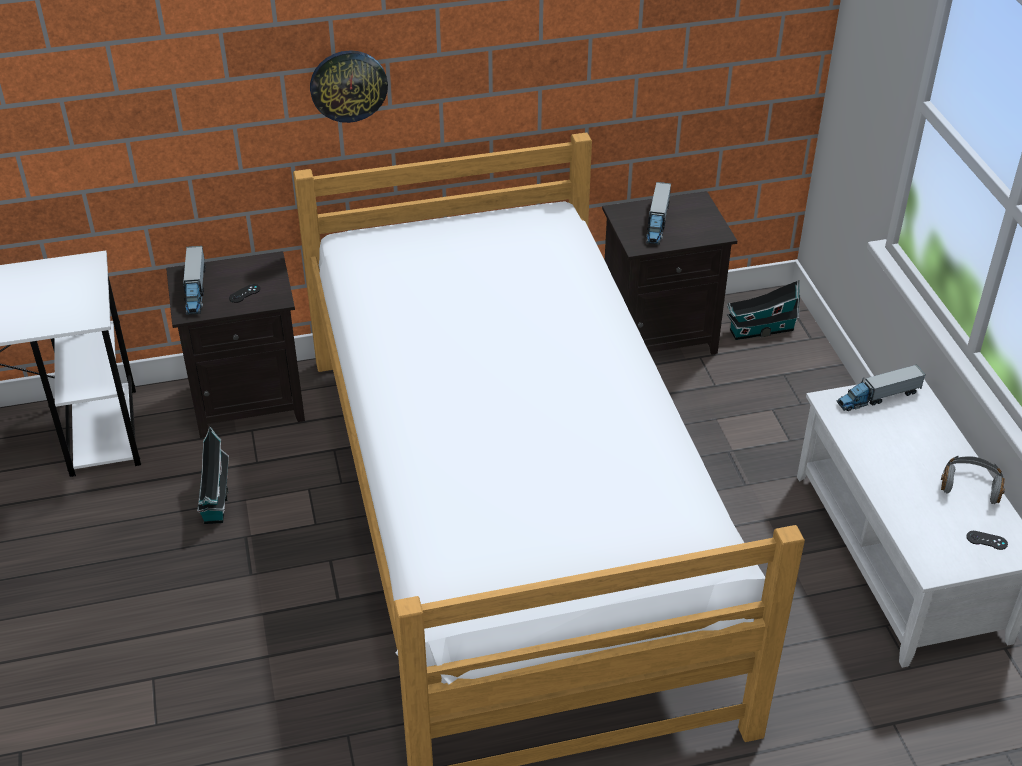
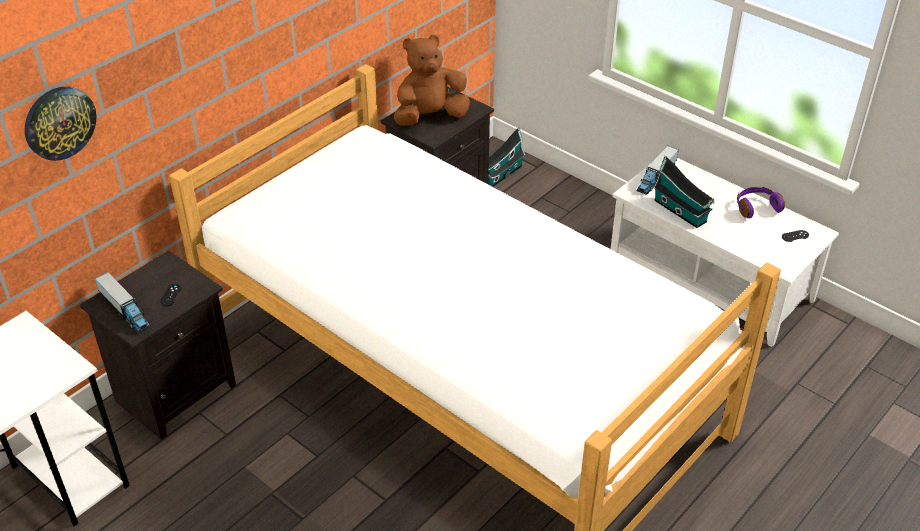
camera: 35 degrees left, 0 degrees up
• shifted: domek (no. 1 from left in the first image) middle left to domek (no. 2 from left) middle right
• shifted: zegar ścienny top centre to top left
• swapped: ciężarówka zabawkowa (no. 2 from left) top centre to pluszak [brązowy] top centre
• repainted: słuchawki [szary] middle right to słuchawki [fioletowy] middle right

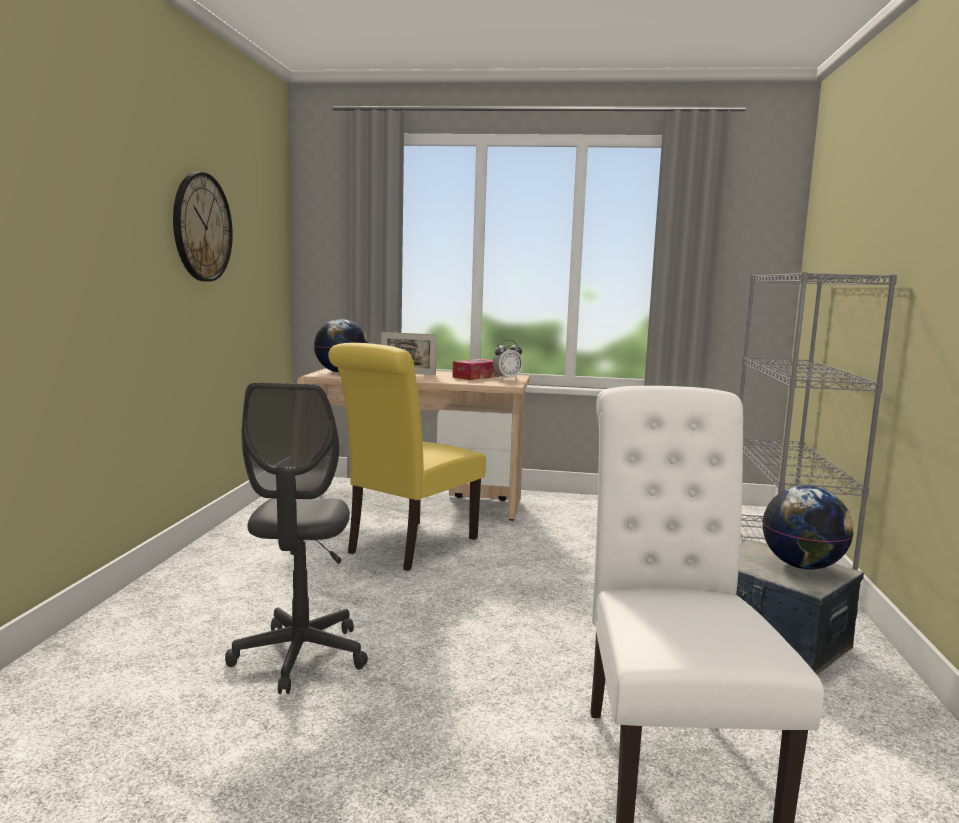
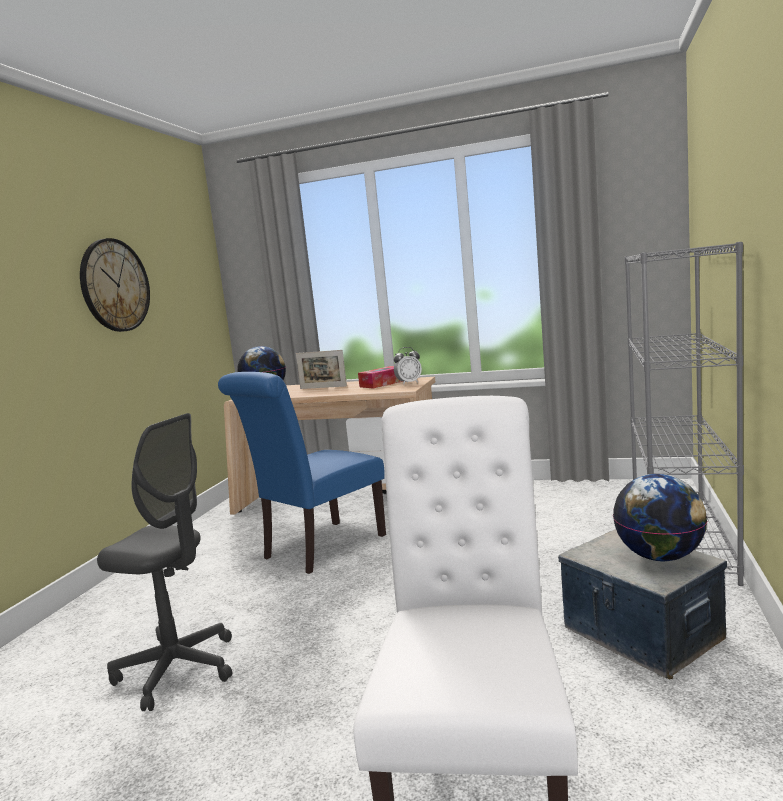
camera: 10 degrees right, 0 degrees up
• repainted: krzesło [żółty] centre to krzesło [niebieski] centre
• rotated: krzesło biurowe [szary] middle left = bottom left 75 degrees counterclockwise

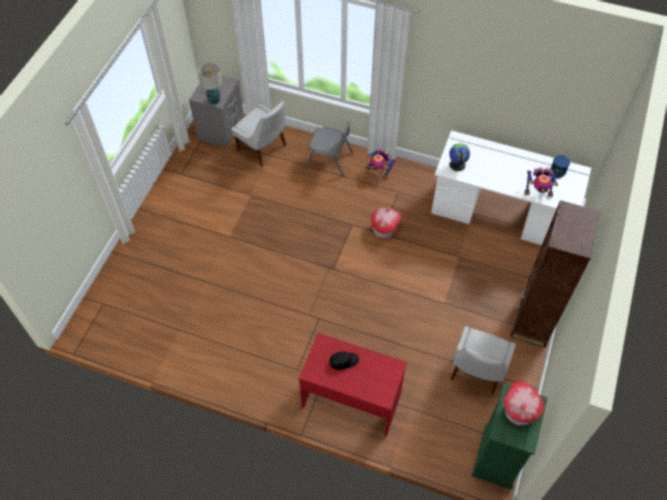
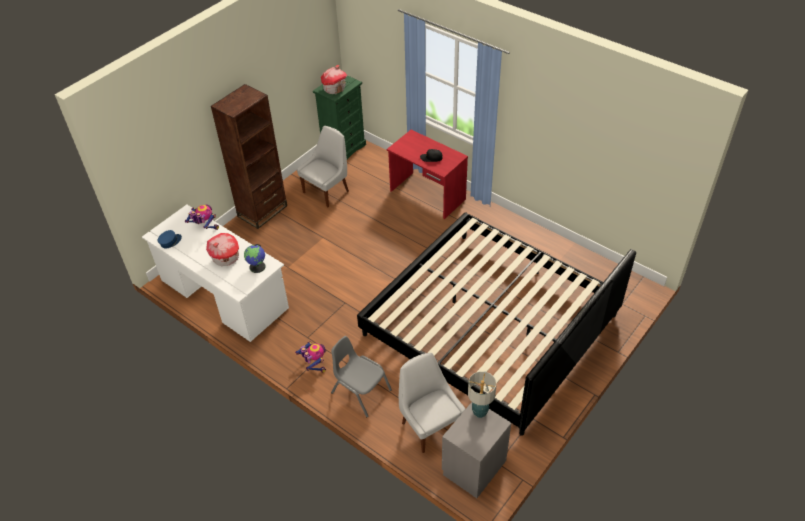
camera: 160 degrees left, 10 degrees down
• new: łóżko centre
• shifted: domek (no. 1 from left) centre to middle left

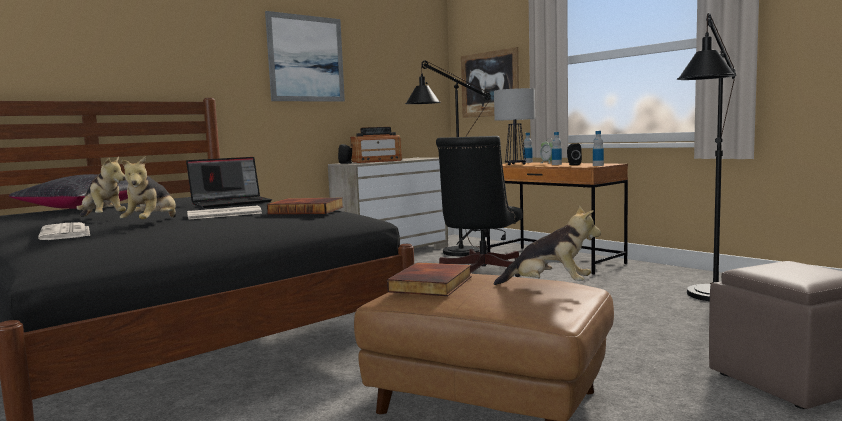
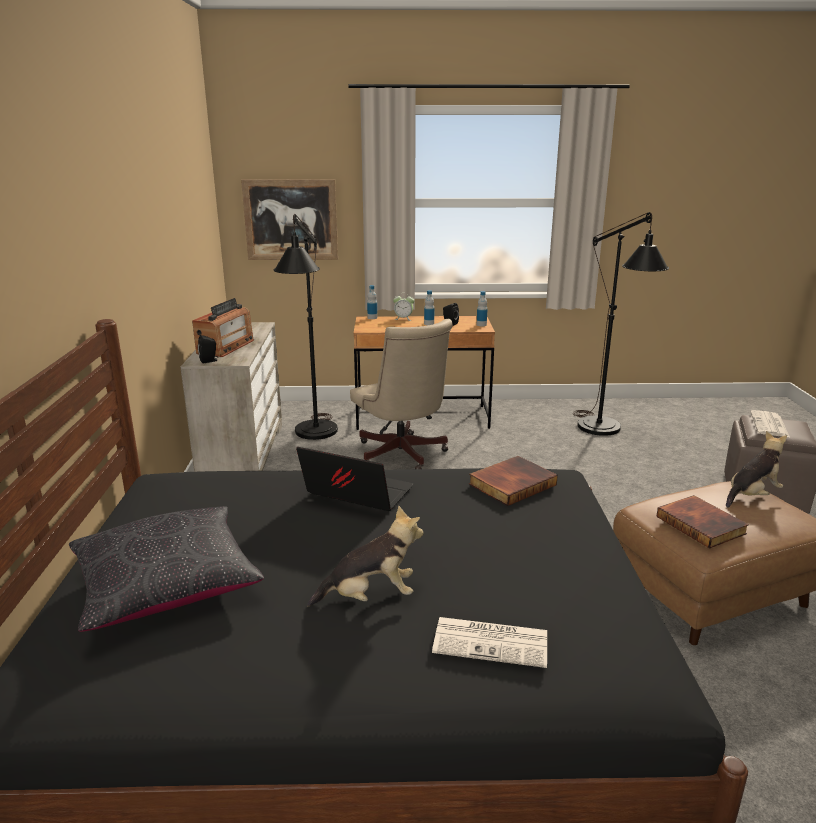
camera: 50 degrees left, 15 degrees up
• gone: pluszak (no. 2 from left) middle left
• gone: obraz (no. 1 from left) top centre
• gone: lampa stołowa top centre
• shifted: gazeta (no. 2 from left) middle left to middle right
• repainted: krzesło biurowe [czarny] centre to krzesło biurowe [beżowy] centre
• rotated: laptop middle left = centre 75 degrees counterclockwise

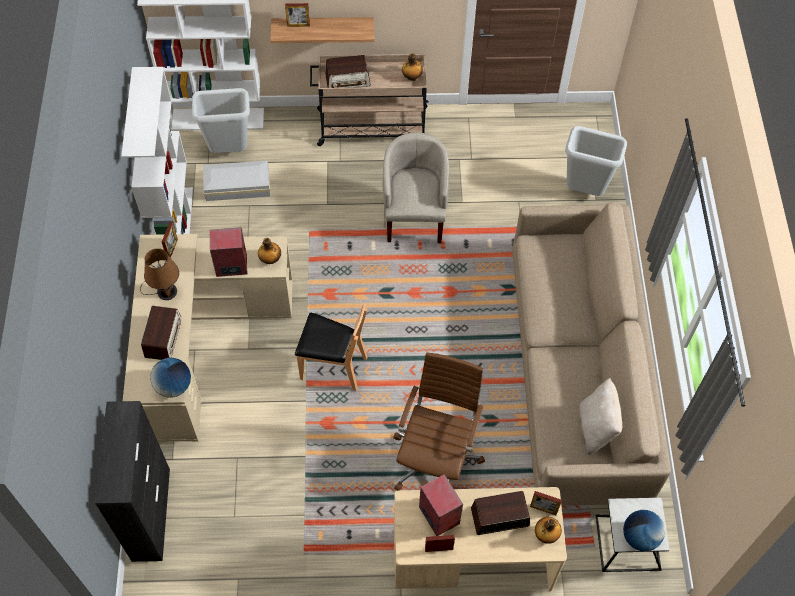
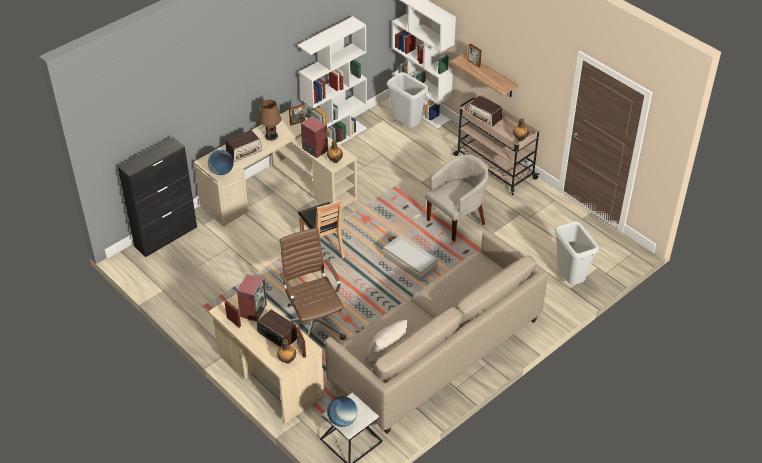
camera: 50 degrees right, 15 degrees down
• shifted: pojemnik do przechowywania [biały] top left to centre
• rotated: krzesło biurowe [brązowy] bottom centre = centre 90 degrees counterclockwise

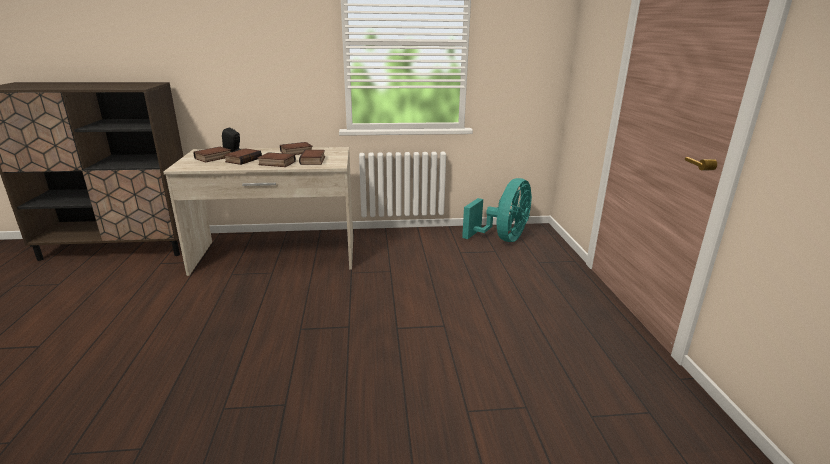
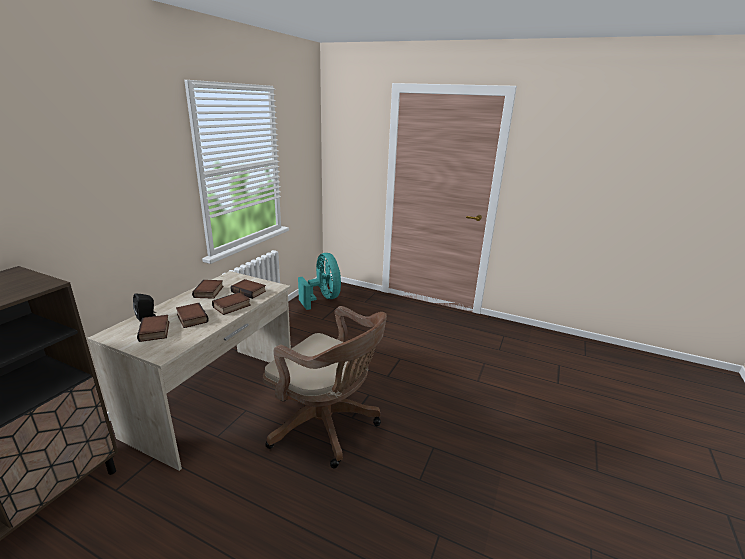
camera: 60 degrees left, 0 degrees up
• new: krzesło biurowe [brązowy] bottom centre

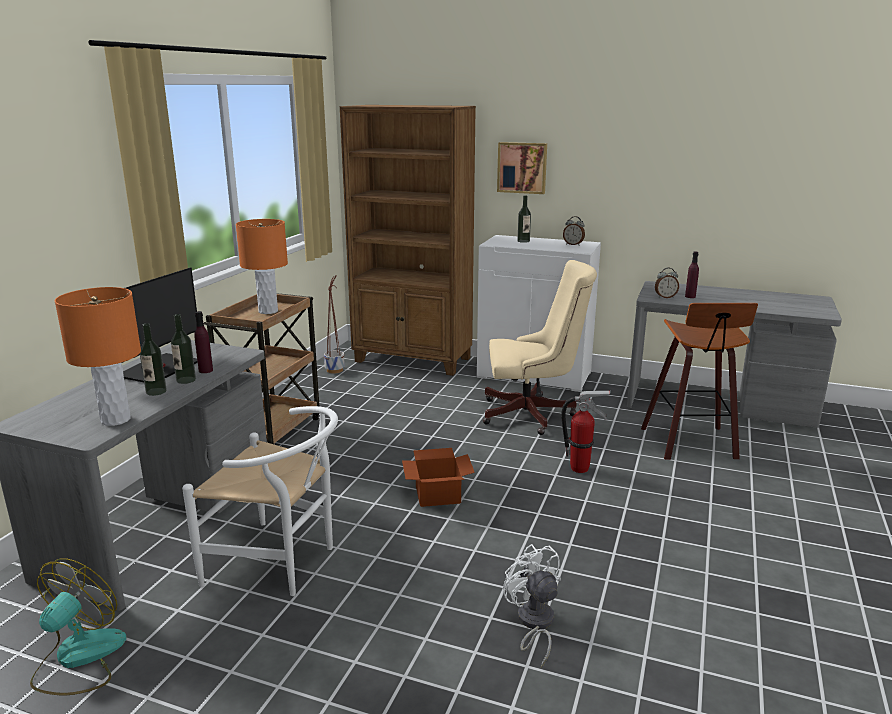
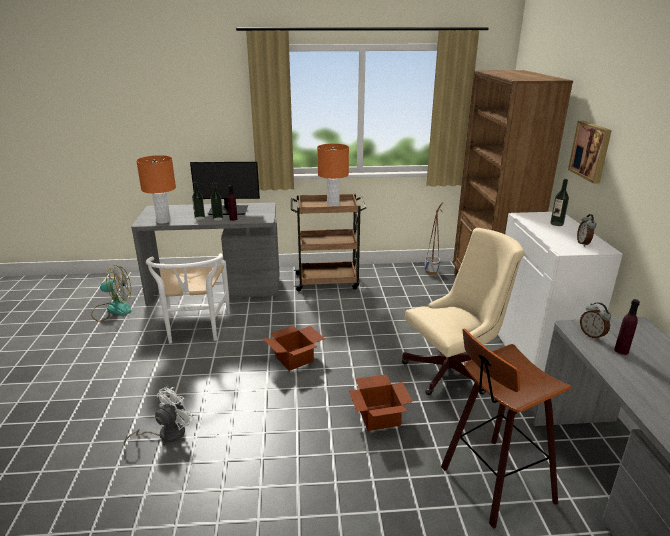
camera: 65 degrees right, 5 degrees up
• swapped: gaśnica centre to karton (no. 2 from left) bottom centre
• rotated: krzesło biurowe [beżowy] centre = middle right 90 degrees counterclockwise

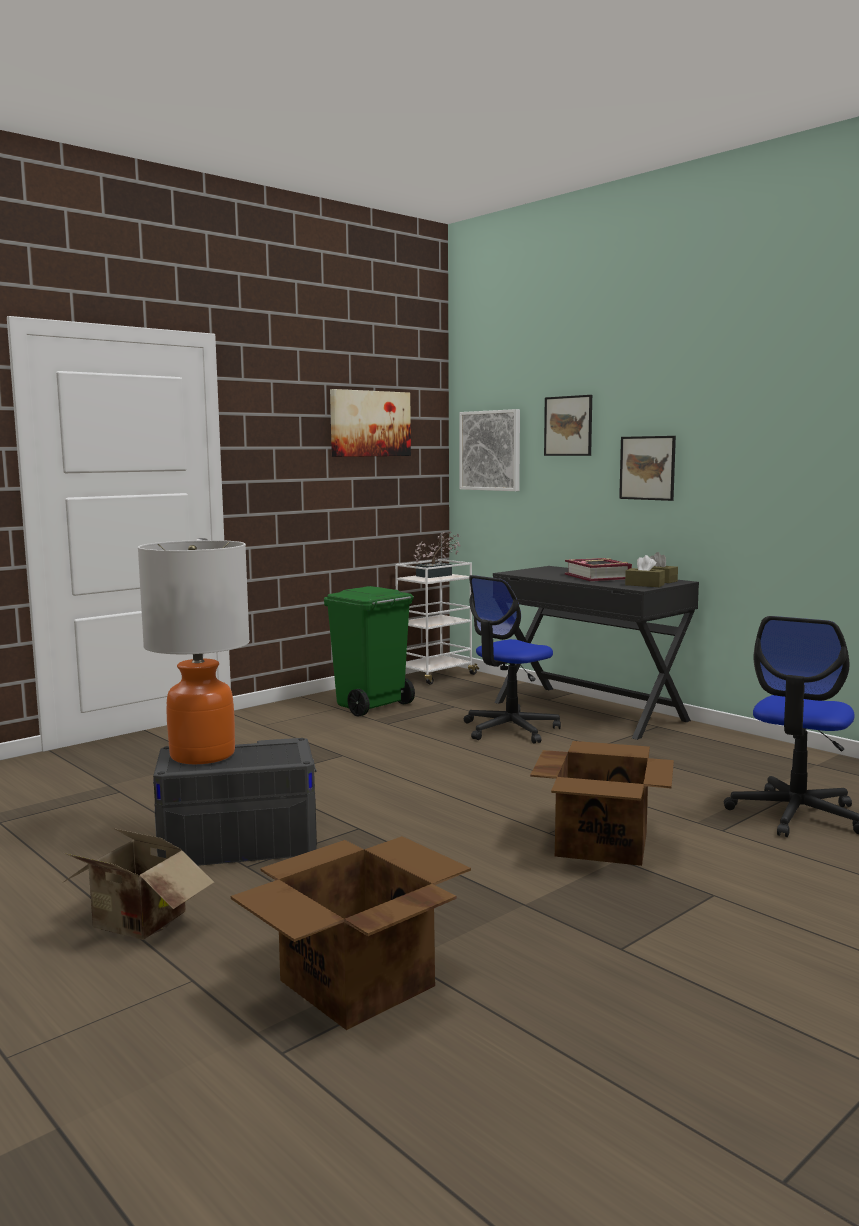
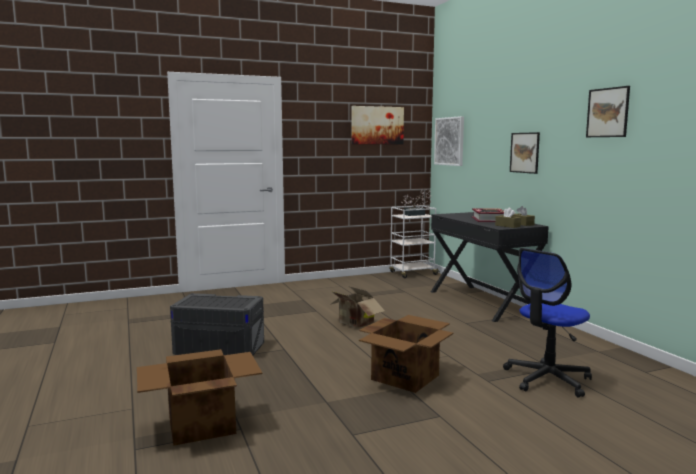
camera: 20 degrees right, 0 degrees up
• gone: lampa stołowa middle left
• gone: kosz na śmieci [zielony] centre
• gone: krzesło biurowe (no. 1 from left) centre
• shifted: karton (no. 1 from left in the first image) bottom left to karton (no. 2 from left) centre
• shifted: obraz (no. 3 from left in the first image) centre to obraz (no. 4 from left) top right

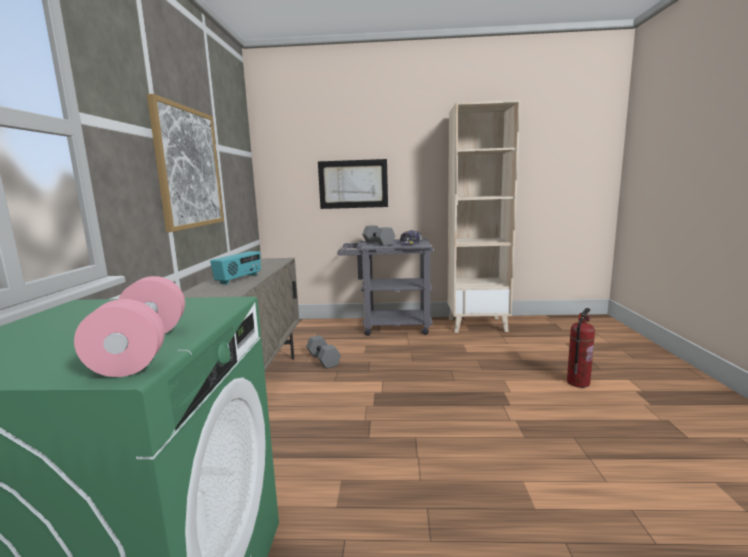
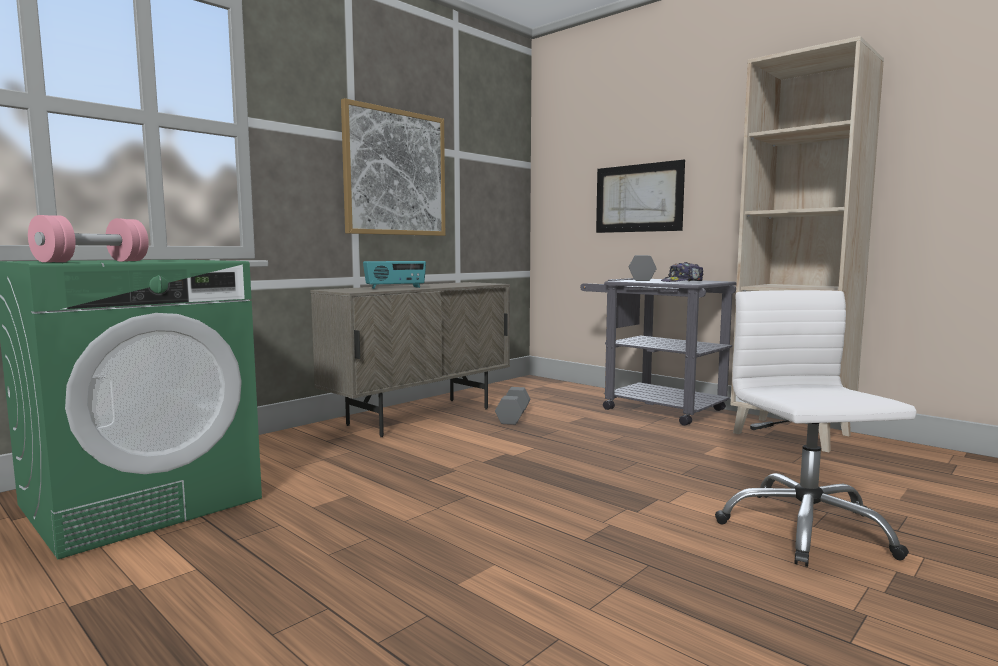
camera: 40 degrees right, 5 degrees down
• swapped: gaśnica middle right to krzesło biurowe [biały] middle right

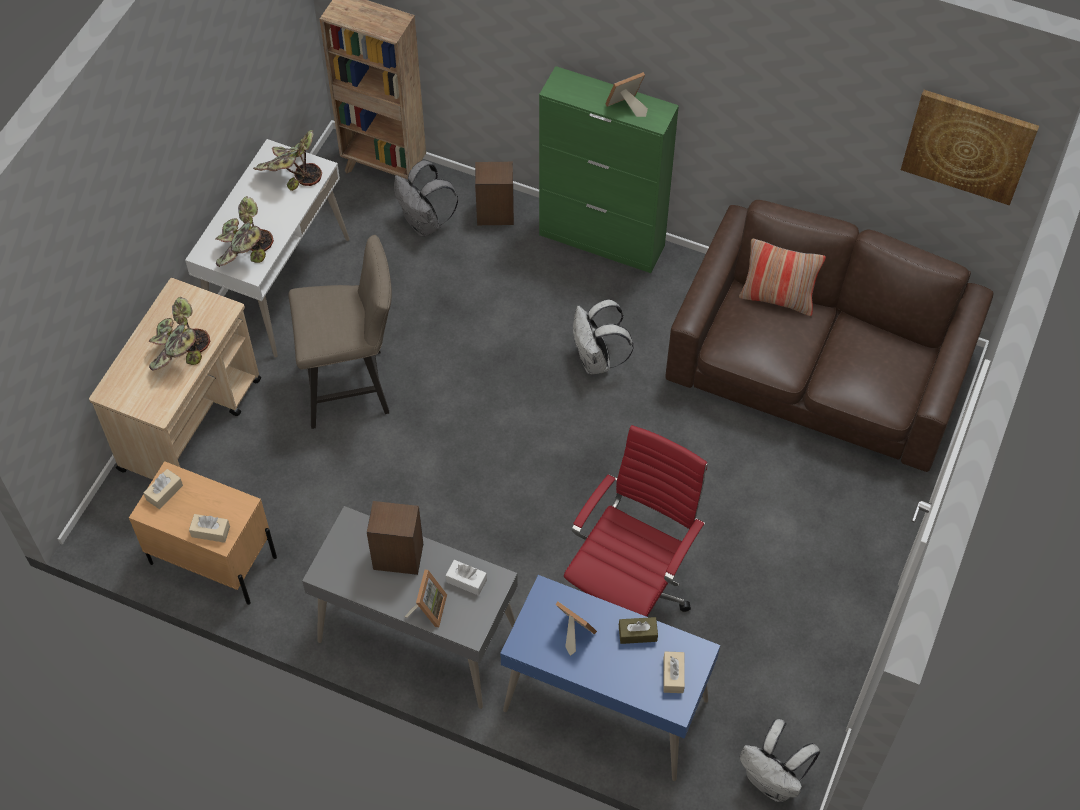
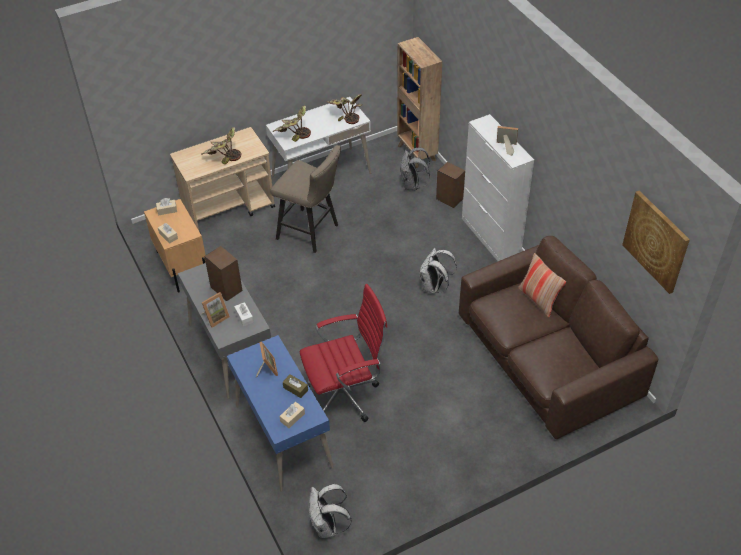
camera: 40 degrees right, 10 degrees down
• repainted: szafka [zielony] top centre to szafka [biały] middle right

